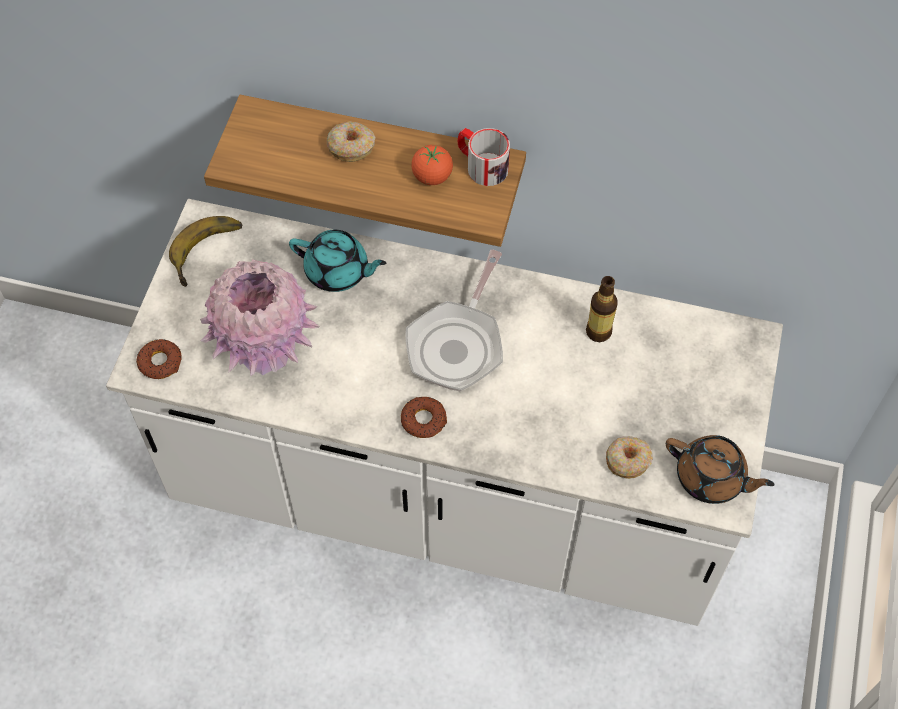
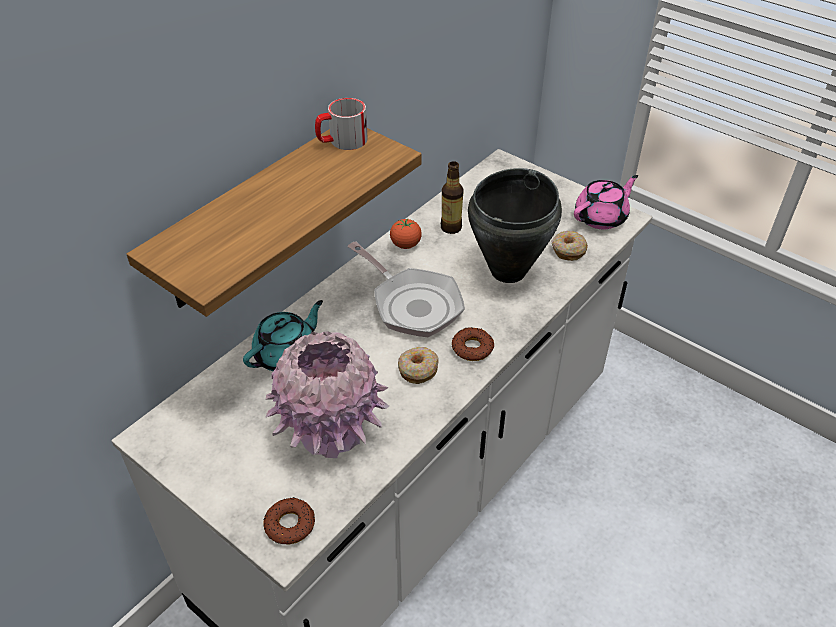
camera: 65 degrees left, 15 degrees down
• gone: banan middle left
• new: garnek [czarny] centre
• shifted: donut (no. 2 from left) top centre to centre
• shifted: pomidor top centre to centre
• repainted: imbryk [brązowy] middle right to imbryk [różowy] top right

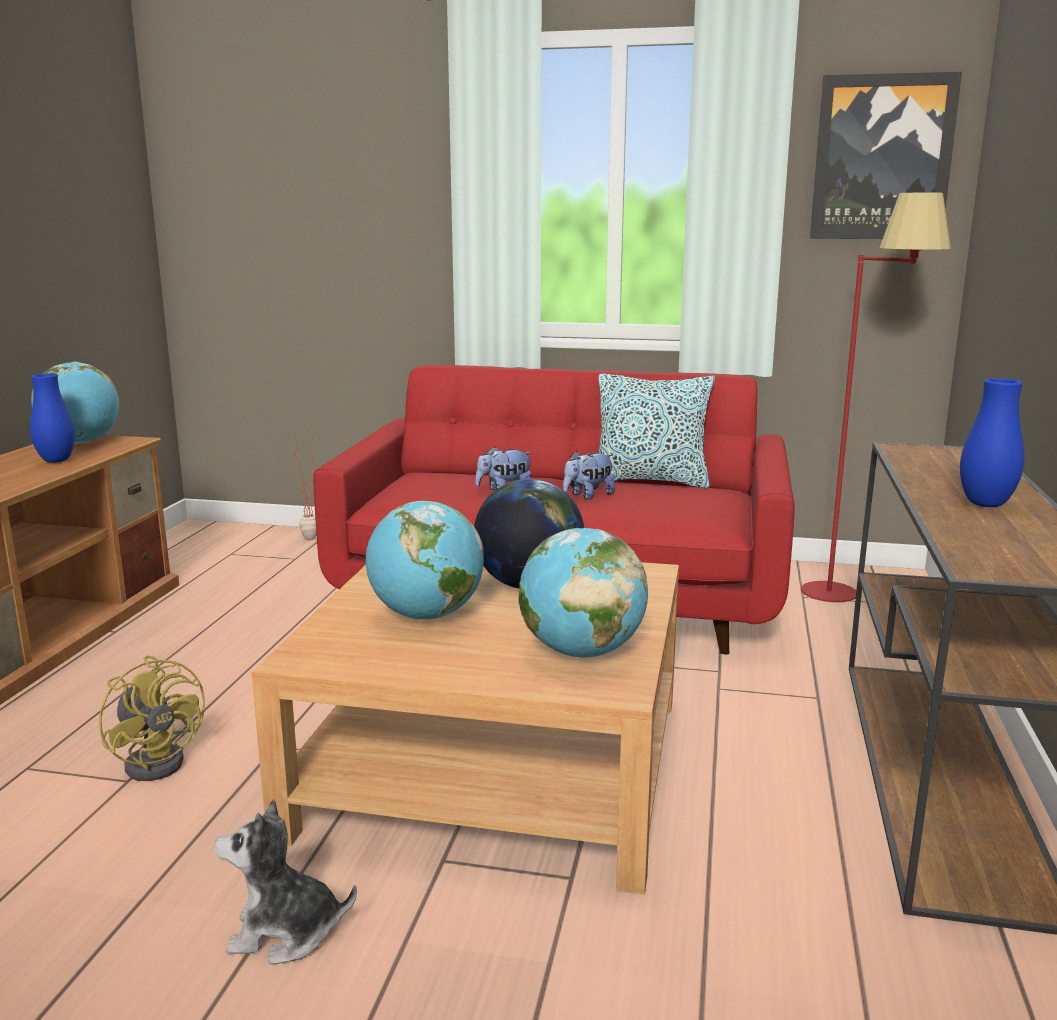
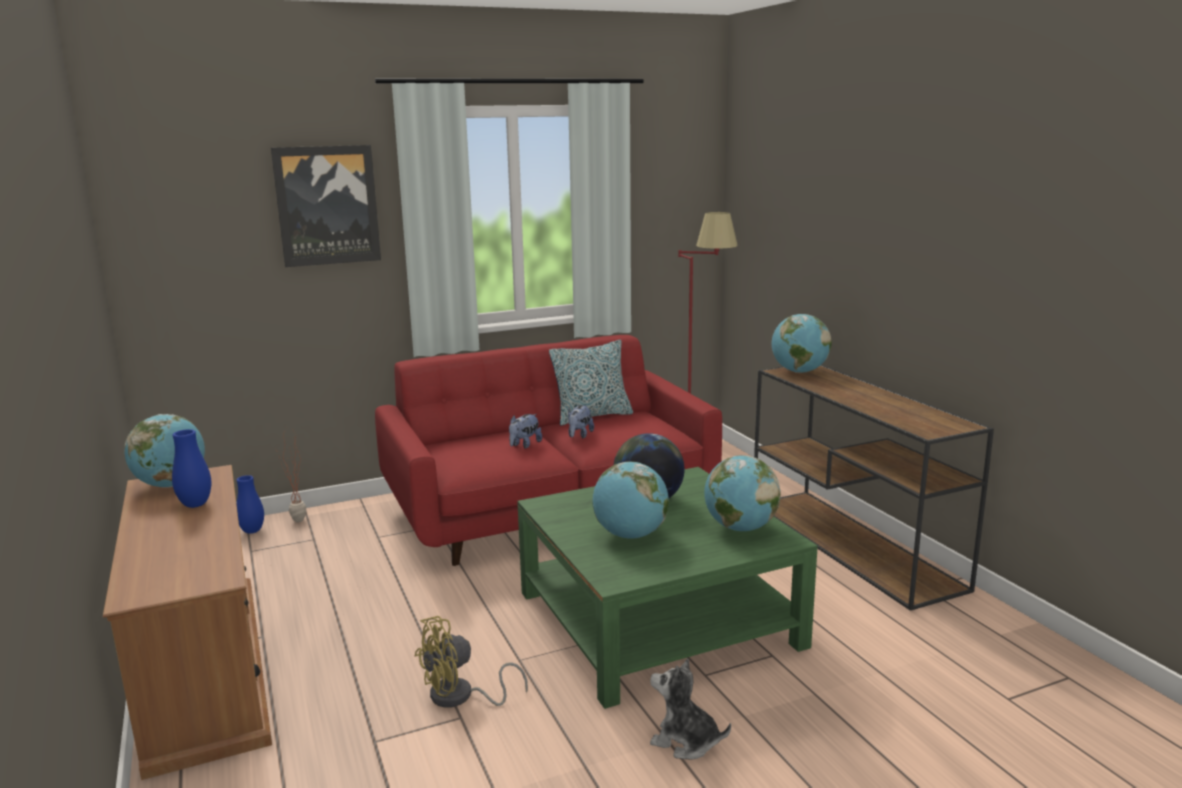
camera: 35 degrees left, 0 degrees up
• new: globus (no. 5 from left) middle right
• shifted: obraz top right to top left
• shifted: wazon [niebieski] (no. 2 from left) middle right to middle left
• repainted: ława [beżowy] bottom centre to ława [zielony] bottom centre
• rotated: wentylator [żółty] bottom left = bottom centre 135 degrees clockwise
• rotated: pluszak (no. 1 from left in the first image) bottom left = bottom centre 60 degrees clockwise

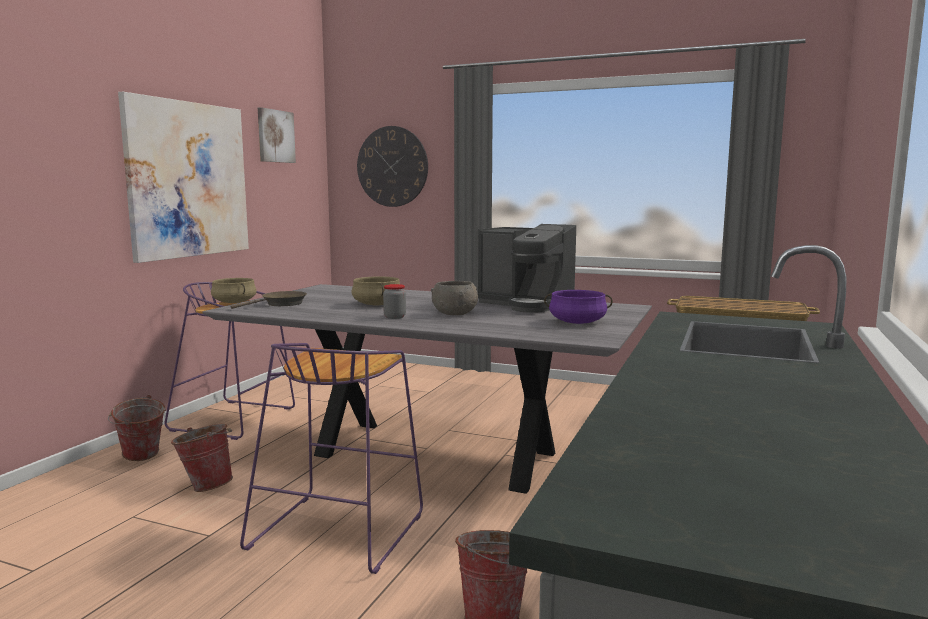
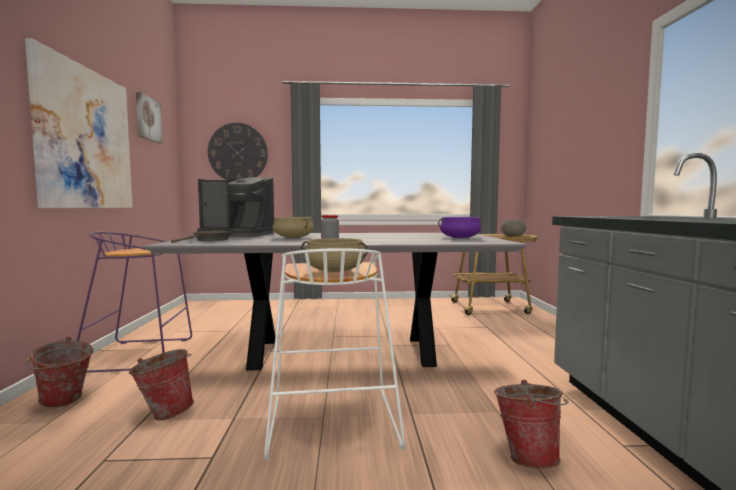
camera: 25 degrees left, 5 degrees down
• shifted: garnek [beżowy] (no. 1 from left in the first image) middle left to garnek [beżowy] (no. 2 from left) centre
• shifted: miska [szary] centre to middle right
• shifted: ekspres do kawy centre to middle left
• repainted: stołek [fioletowy] (no. 2 from left) bottom centre to stołek [biały] bottom centre

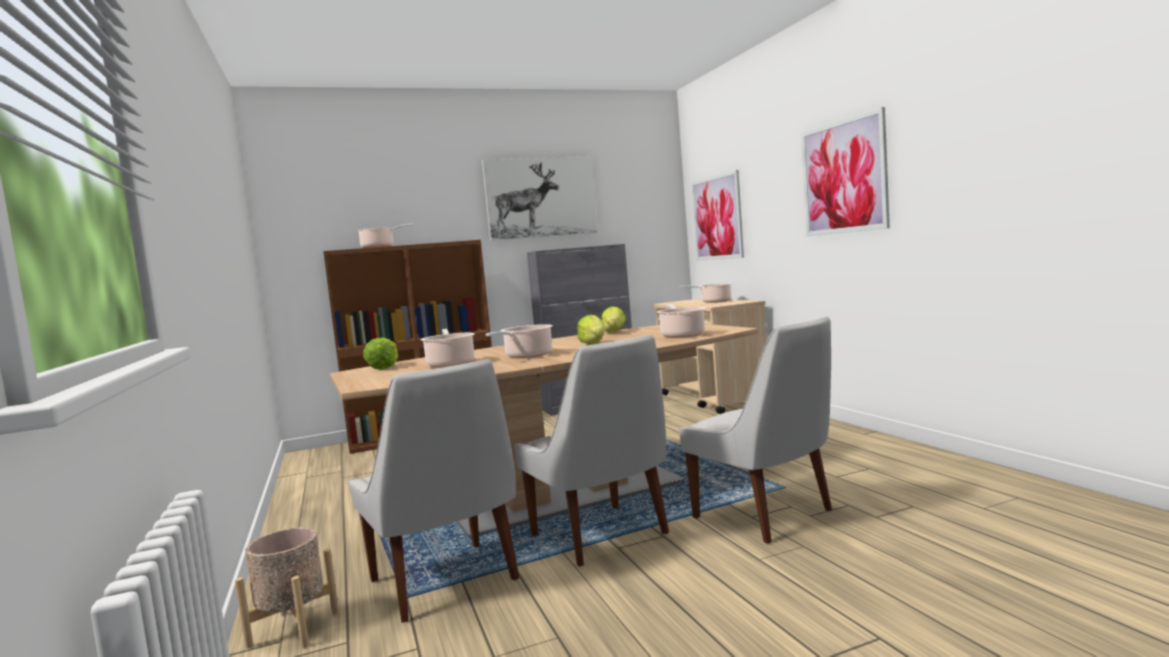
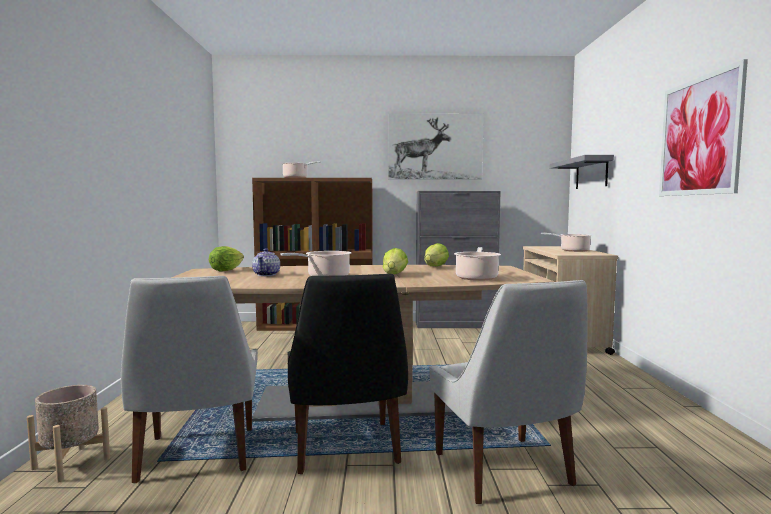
camera: 20 degrees right, 0 degrees up
• swapped: garnek (no. 2 from left) centre to imbryk centre
• swapped: obraz (no. 2 from left) top centre to półka [szary] middle right
• repainted: krzesło [biały] (no. 2 from left) bottom centre to krzesło [czarny] bottom centre

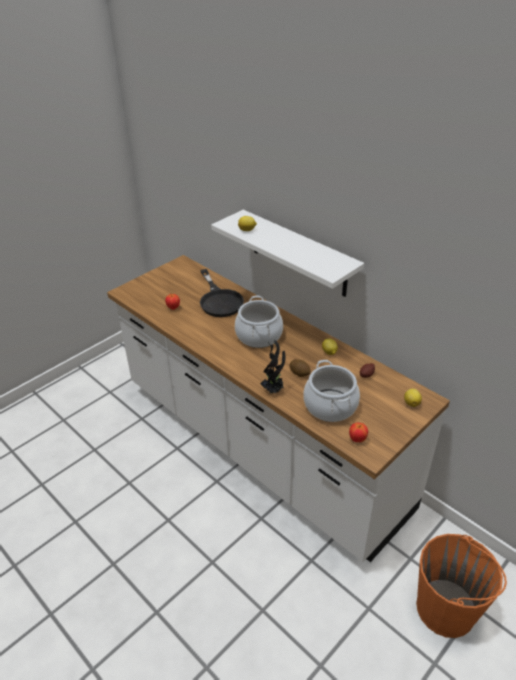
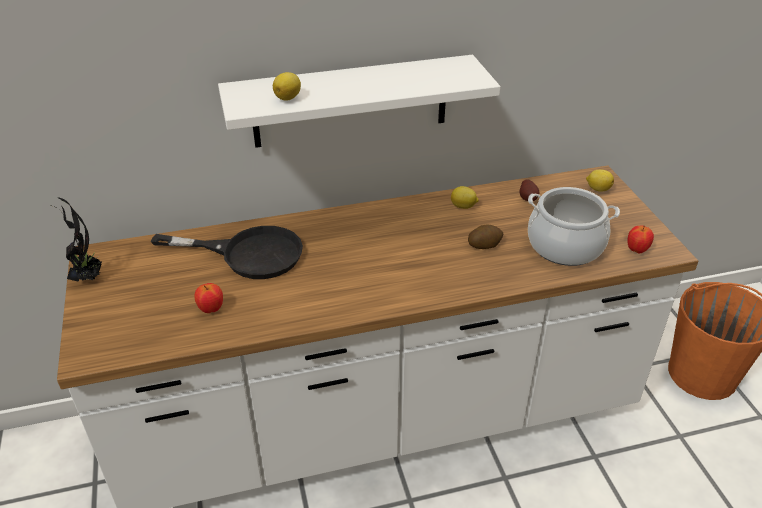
camera: 60 degrees left, 0 degrees up
• gone: garnek (no. 1 from left) centre
• shifted: roślina doniczkowa centre to middle left

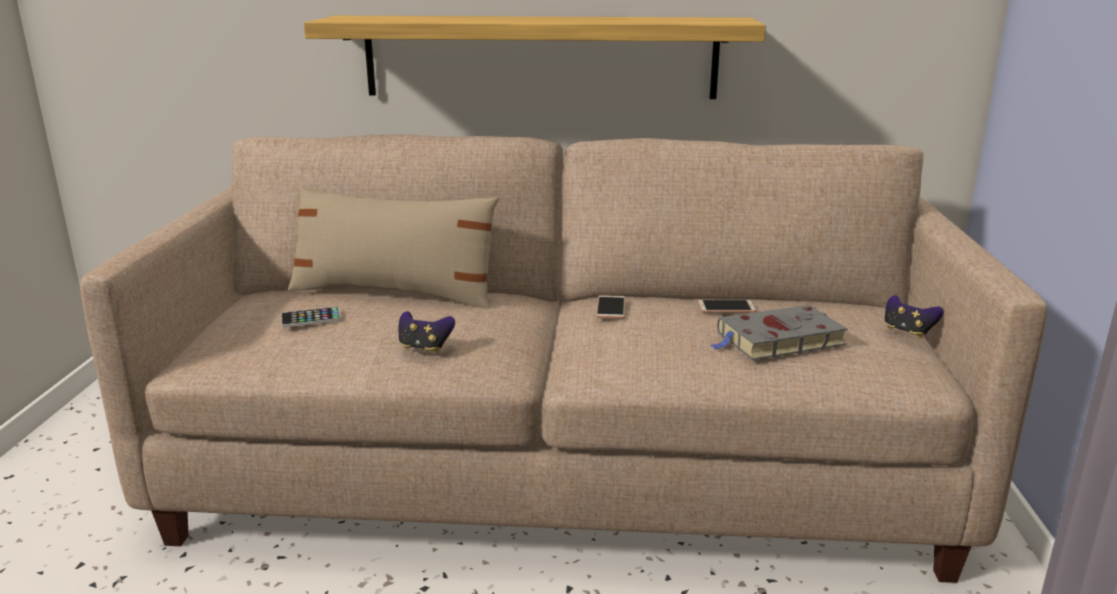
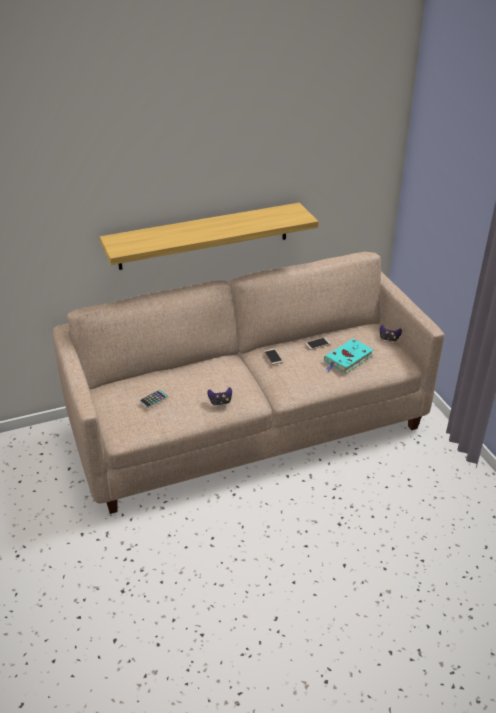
camera: 25 degrees left, 15 degrees up
• gone: poduszka [beżowy] centre
• repainted: książka [szary] middle right to książka [turkusowy] middle right

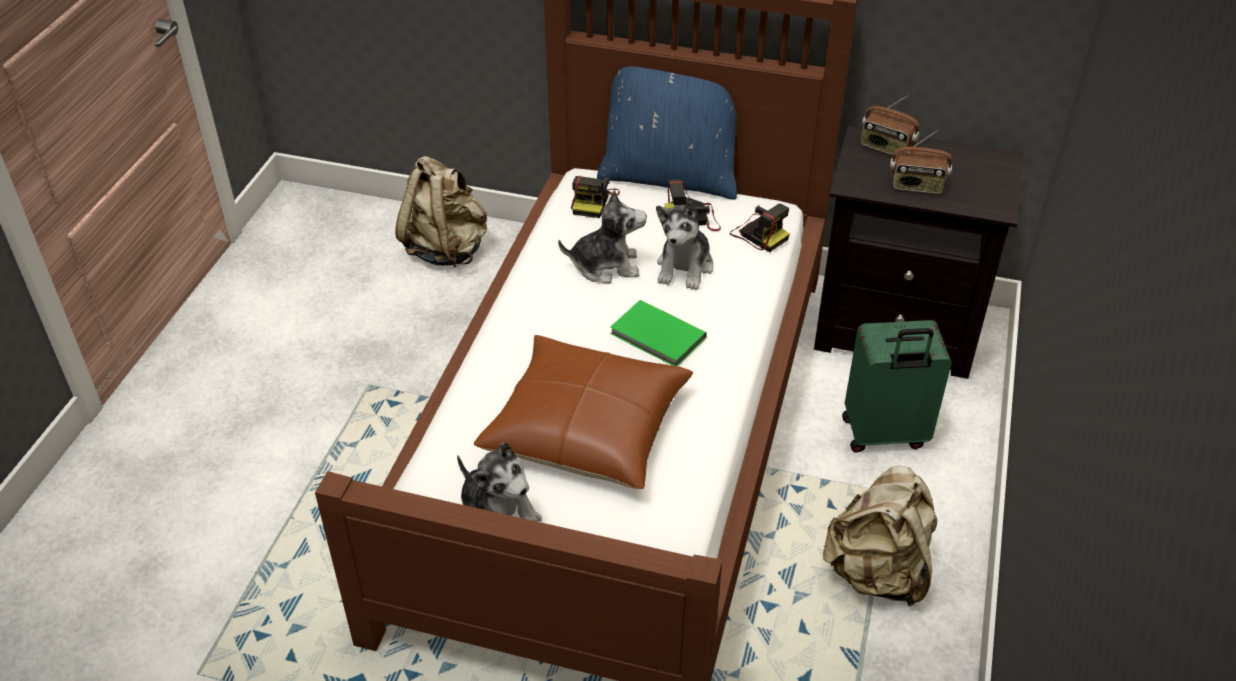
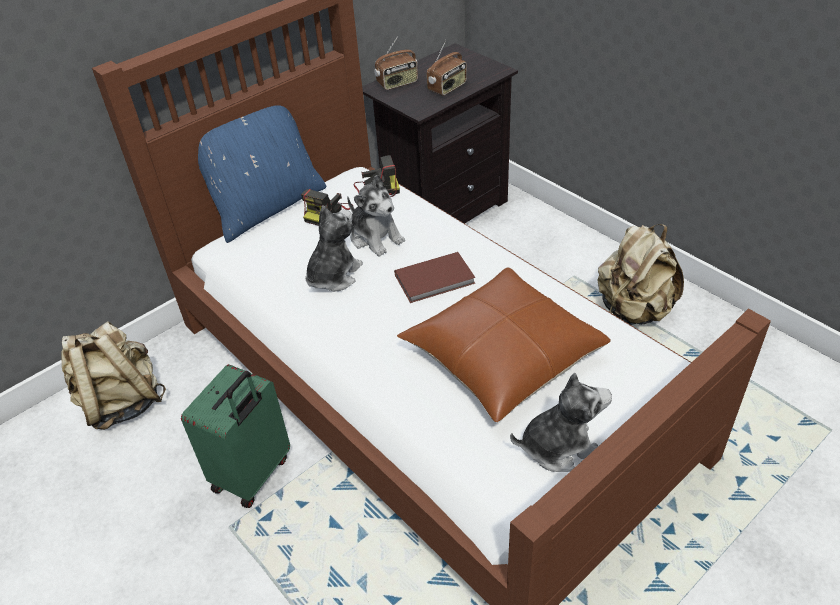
camera: 55 degrees left, 0 degrees up
• gone: aparat fotograficzny (no. 1 from left) top centre
• shifted: walizka [zielony] middle right to bottom left
• repainted: książka [zielony] centre to książka [brązowy] centre

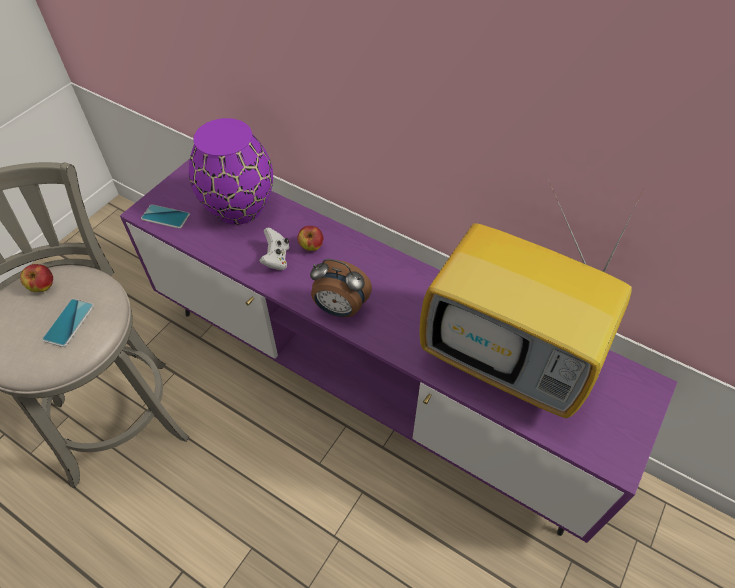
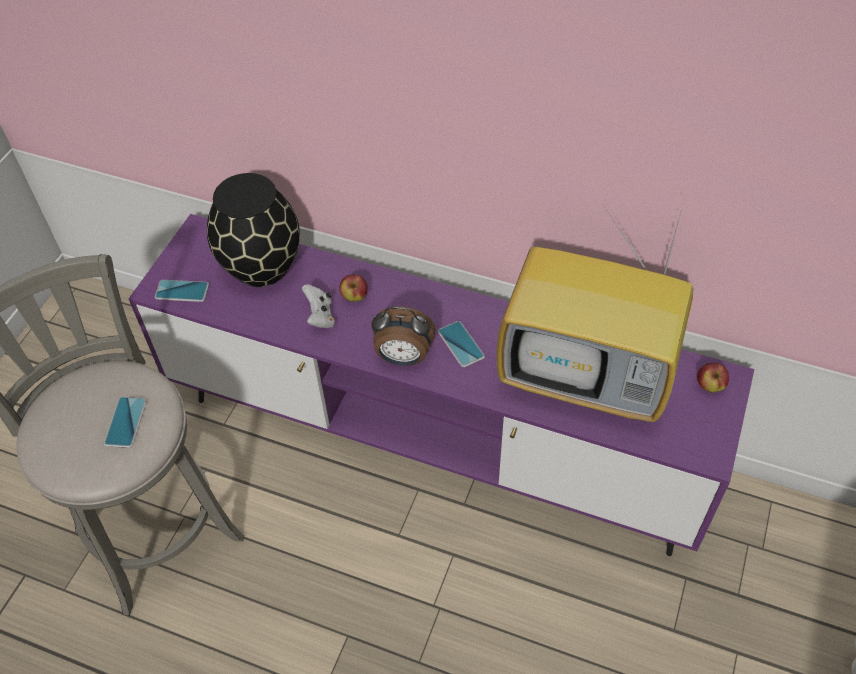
camera: 10 degrees left, 0 degrees up
• new: telefon (no. 3 from left) centre
• shifted: jabłko (no. 1 from left in the first image) middle left to jabłko (no. 2 from left) middle right
• repainted: wazon [fioletowy] top left to wazon [czarny] middle left

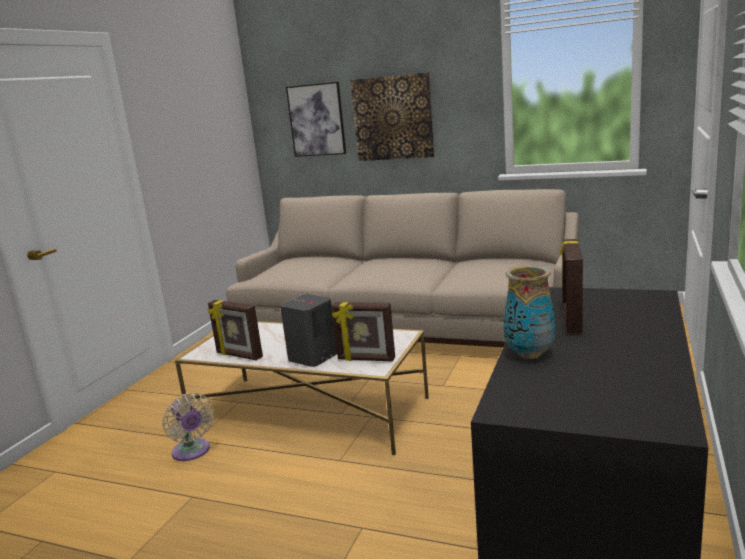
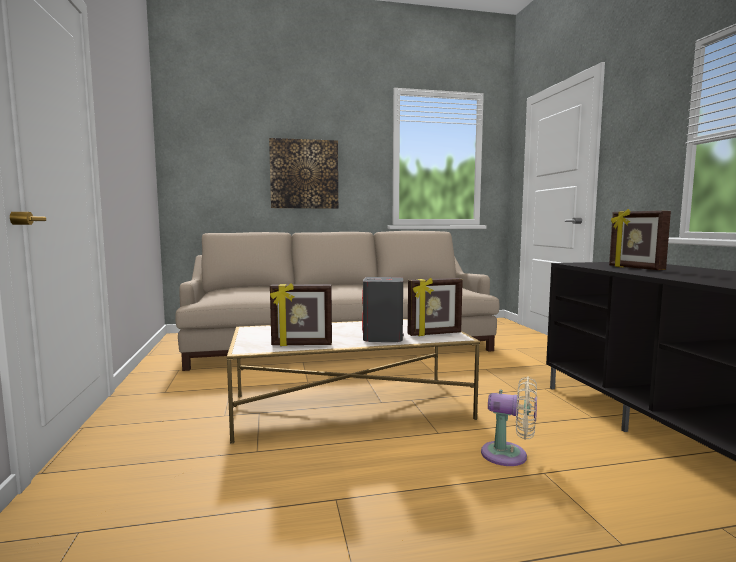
camera: 35 degrees left, 10 degrees down
• gone: obraz (no. 1 from left) top centre
• gone: wazon middle right
• shifted: wentylator [beżowy] bottom left to bottom right

